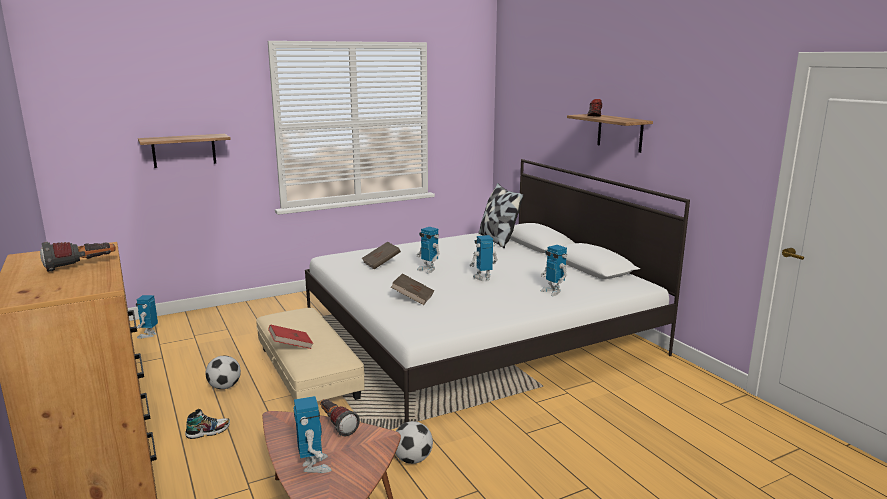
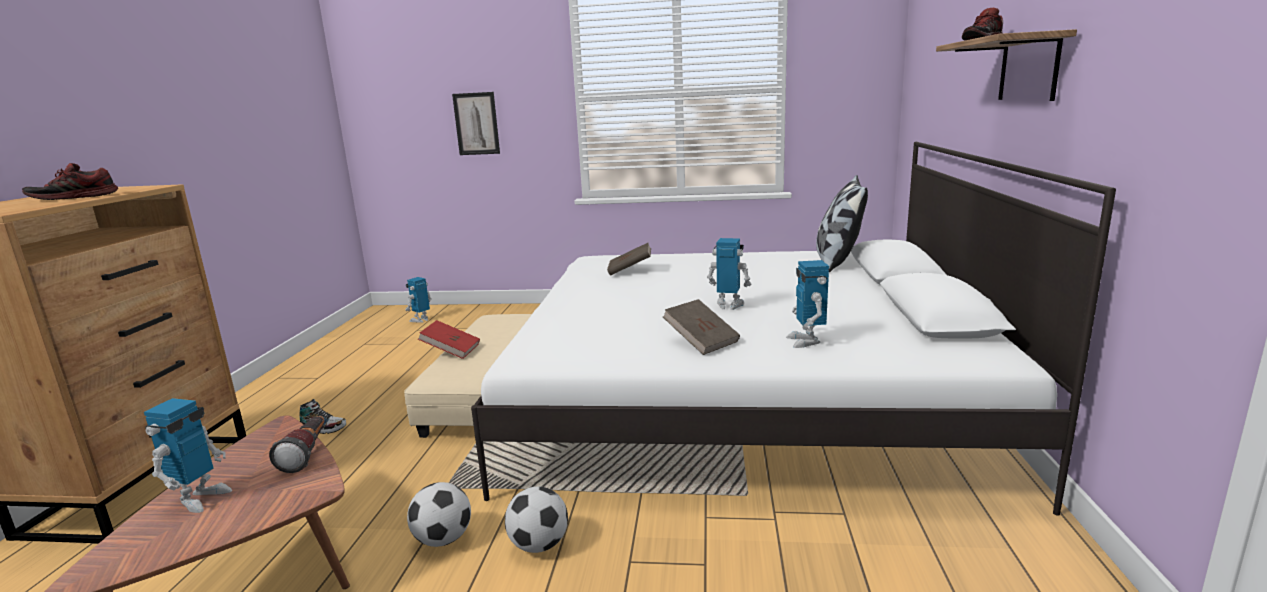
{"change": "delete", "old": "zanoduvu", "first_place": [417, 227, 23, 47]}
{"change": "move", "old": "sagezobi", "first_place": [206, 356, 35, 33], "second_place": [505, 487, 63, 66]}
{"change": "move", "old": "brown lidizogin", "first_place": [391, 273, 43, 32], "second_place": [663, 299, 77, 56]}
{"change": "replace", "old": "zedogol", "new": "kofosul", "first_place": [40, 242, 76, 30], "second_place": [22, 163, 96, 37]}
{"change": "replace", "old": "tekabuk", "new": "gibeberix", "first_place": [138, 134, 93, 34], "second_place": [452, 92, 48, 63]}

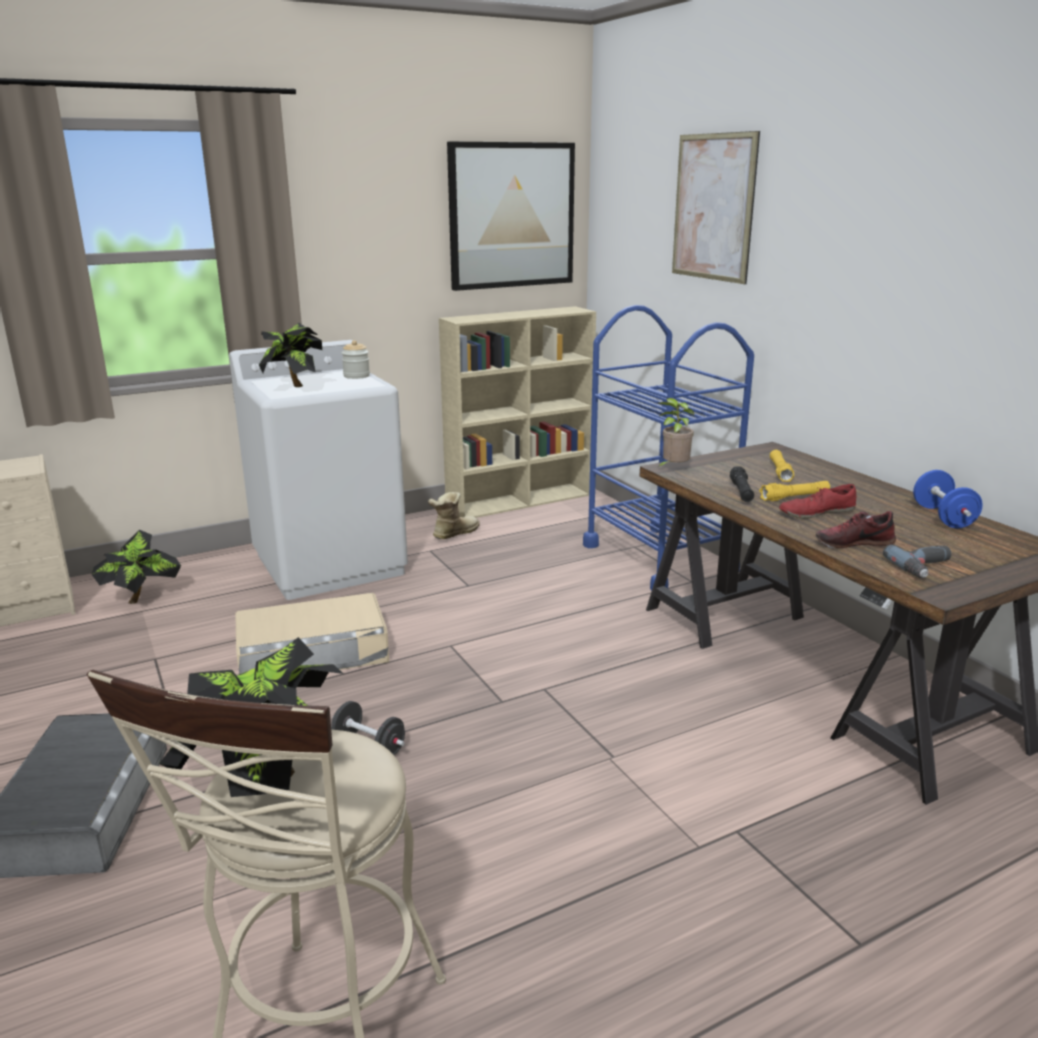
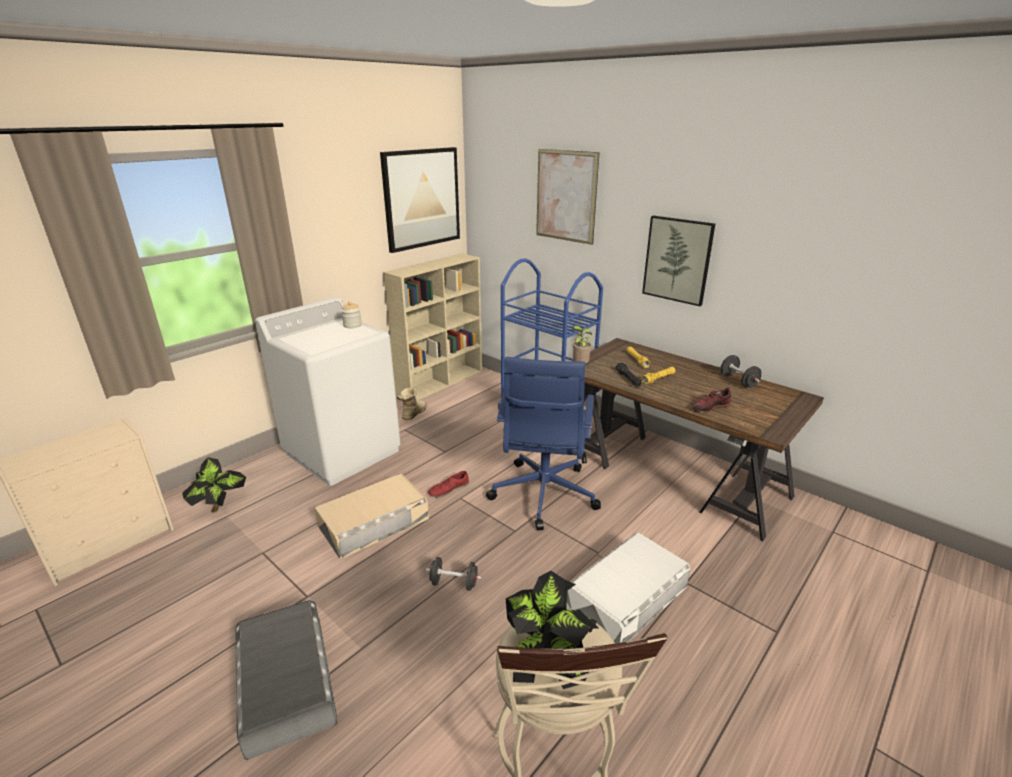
{"change": "delete", "old": "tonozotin", "first_place": [259, 323, 63, 64]}
{"change": "delete", "old": "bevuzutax", "first_place": [883, 545, 68, 33]}
{"change": "insert", "new": "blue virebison", "second_place": [486, 357, 115, 173]}
{"change": "insert", "new": "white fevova", "second_place": [567, 533, 124, 110]}
{"change": "insert", "new": "gibeberix", "second_place": [642, 216, 73, 90]}
{"change": "move", "old": "red kofosul", "first_place": [779, 484, 77, 35], "second_place": [428, 471, 41, 26]}
{"change": "recolor", "old": "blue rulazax", "new": "black rulazax", "first_place": [913, 470, 70, 58], "second_place": [721, 355, 41, 33]}

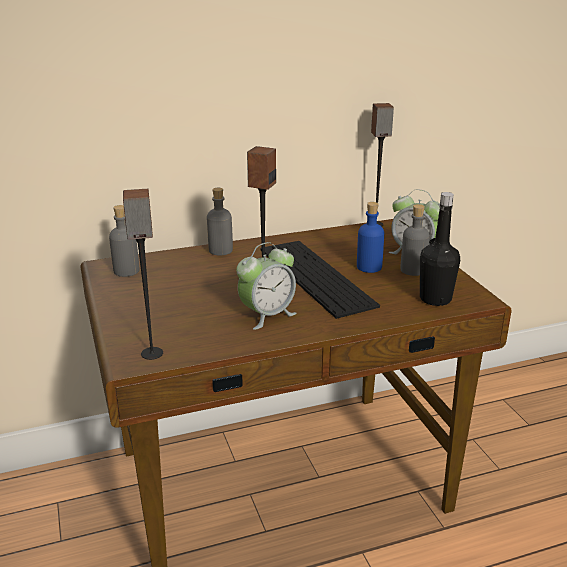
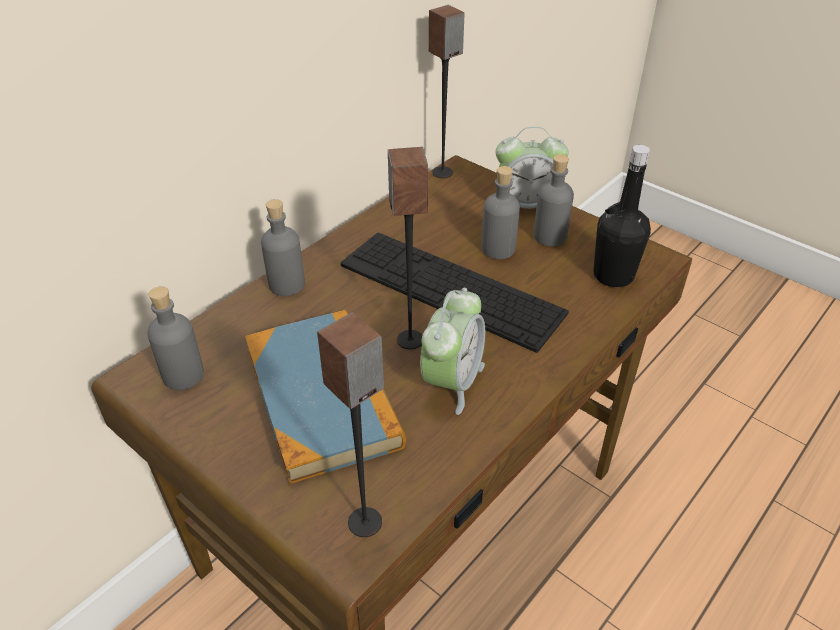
{"change": "insert", "new": "lidizogin", "second_place": [245, 310, 161, 174]}
{"change": "recolor", "old": "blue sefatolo", "new": "grey sefatolo", "first_place": [357, 202, 27, 71], "second_place": [481, 166, 39, 93]}

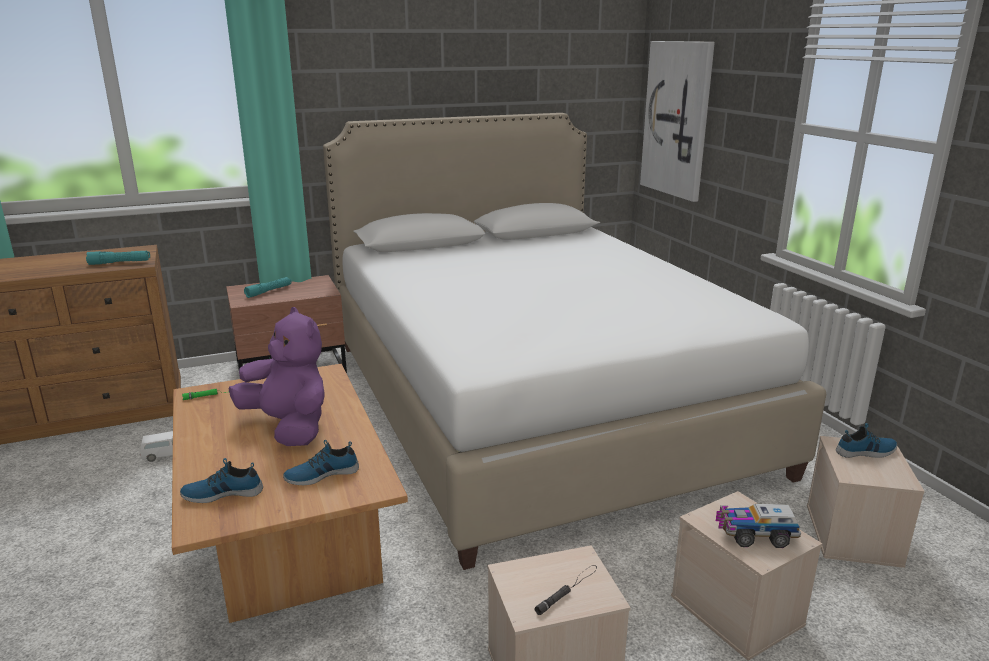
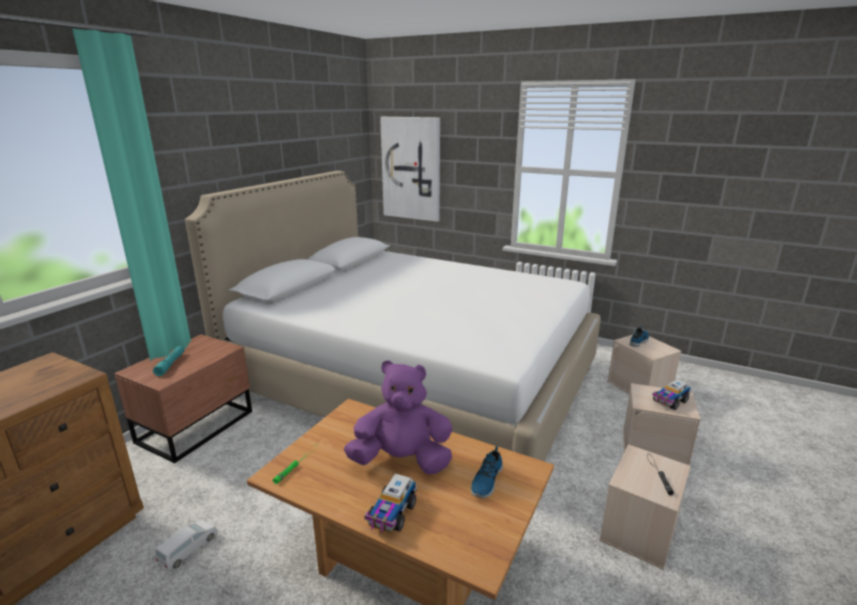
{"change": "delete", "old": "turquoise zedogol", "first_place": [86, 251, 64, 14]}
{"change": "delete", "old": "kofosul", "first_place": [180, 458, 83, 45]}
{"change": "insert", "new": "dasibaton", "second_place": [364, 474, 53, 59]}

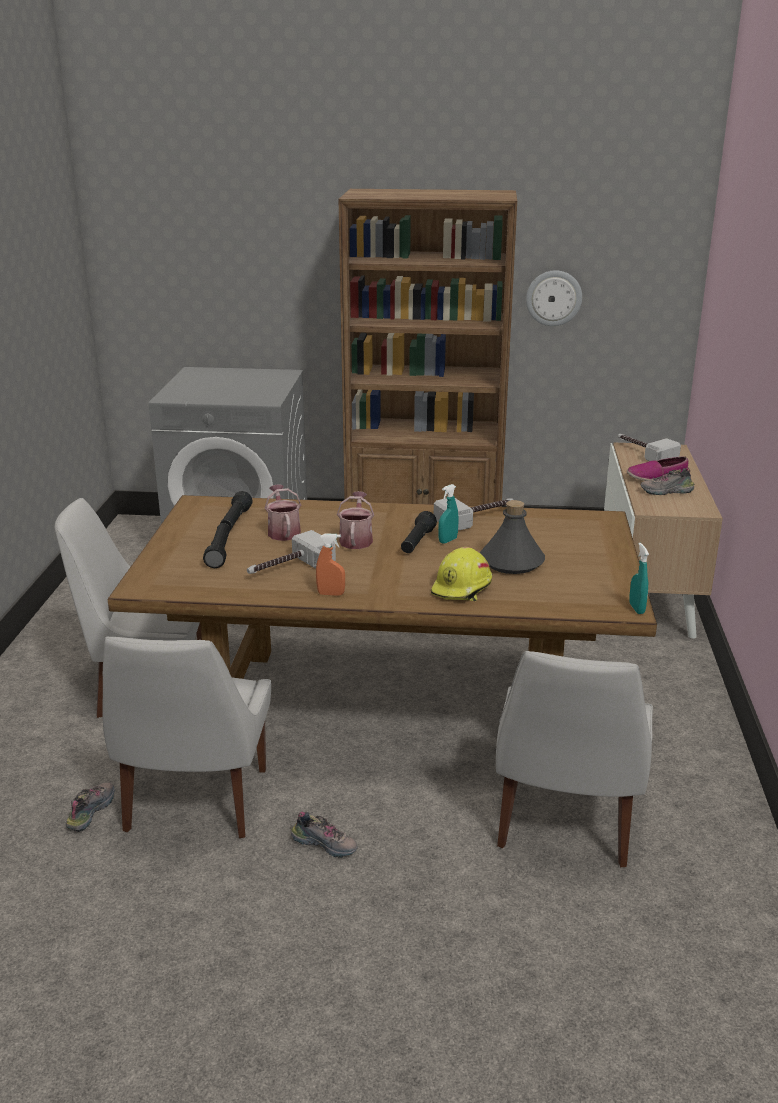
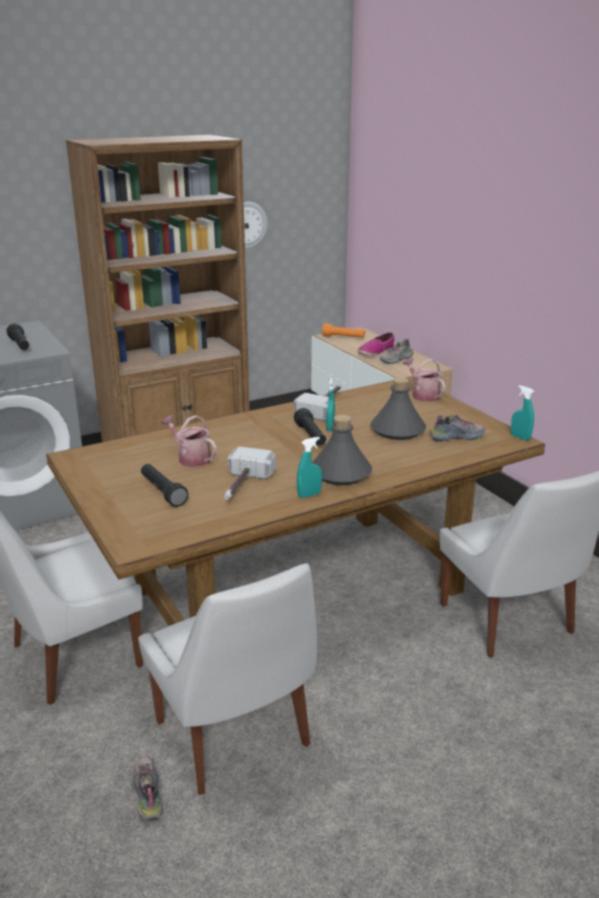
{"change": "delete", "old": "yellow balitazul", "first_place": [431, 547, 61, 54]}
{"change": "insert", "new": "grey sefatolo", "second_place": [312, 415, 60, 70]}
{"change": "move", "old": "black zedogol", "first_place": [220, 491, 33, 39], "second_place": [7, 323, 22, 27]}
{"change": "move", "old": "kofosul", "first_place": [291, 812, 67, 46], "second_place": [429, 415, 56, 26]}
{"change": "move", "old": "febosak", "first_place": [337, 491, 37, 58], "second_place": [403, 358, 43, 44]}
{"change": "replace", "old": "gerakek", "new": "orange zedogol", "first_place": [618, 434, 63, 27], "second_place": [322, 323, 43, 15]}
{"change": "recolor", "old": "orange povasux", "new": "turquoise povasux", "first_place": [316, 533, 29, 63], "second_place": [297, 437, 25, 61]}

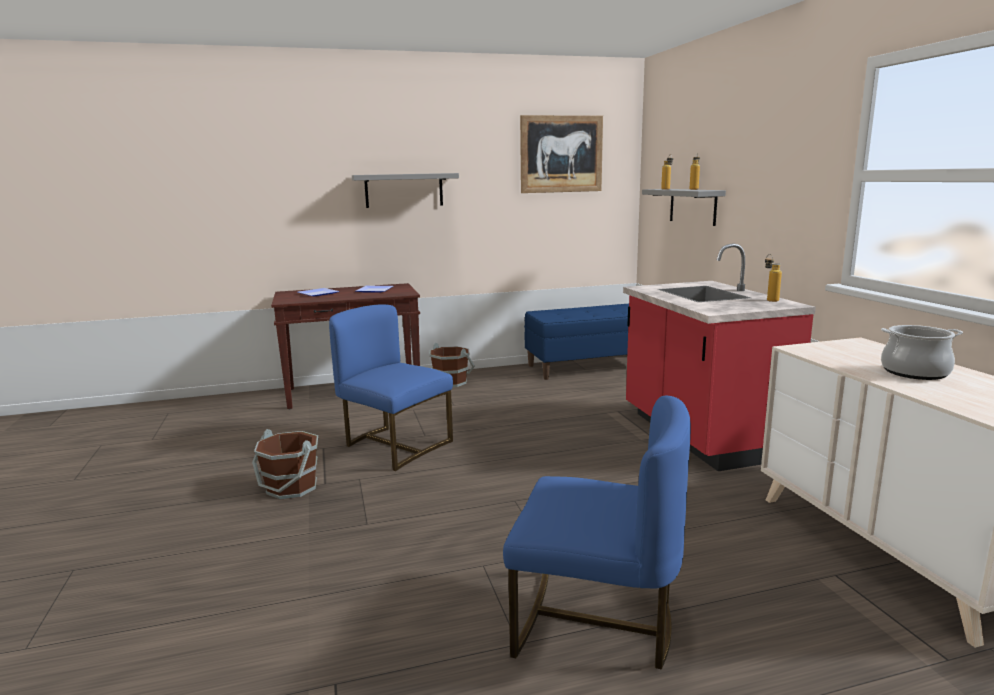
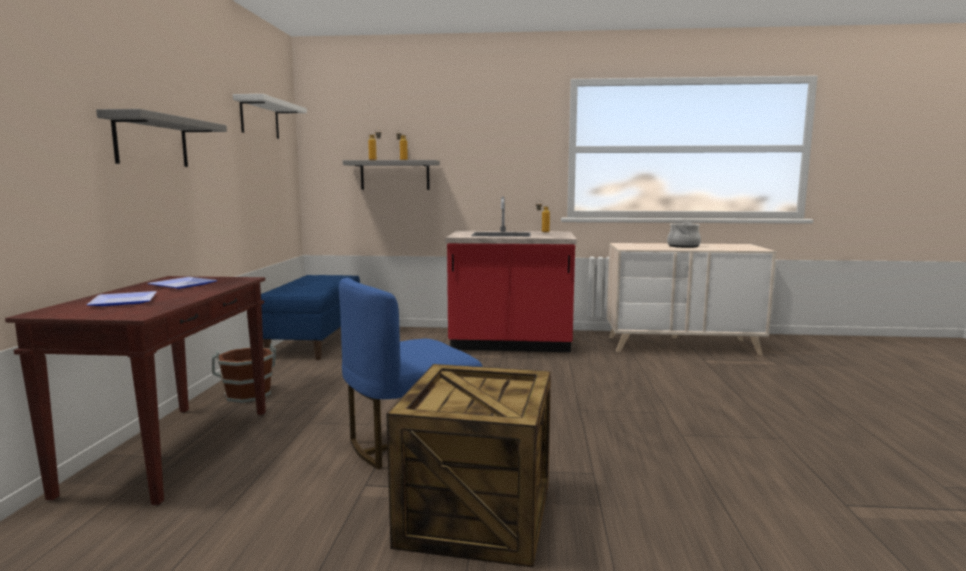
{"change": "delete", "old": "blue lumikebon", "first_place": [503, 396, 188, 273]}
{"change": "replace", "old": "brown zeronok", "new": "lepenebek", "first_place": [252, 429, 66, 71], "second_place": [386, 364, 165, 203]}
{"change": "replace", "old": "gibeberix", "new": "white tekabuk", "first_place": [520, 115, 83, 78], "second_place": [233, 94, 74, 45]}

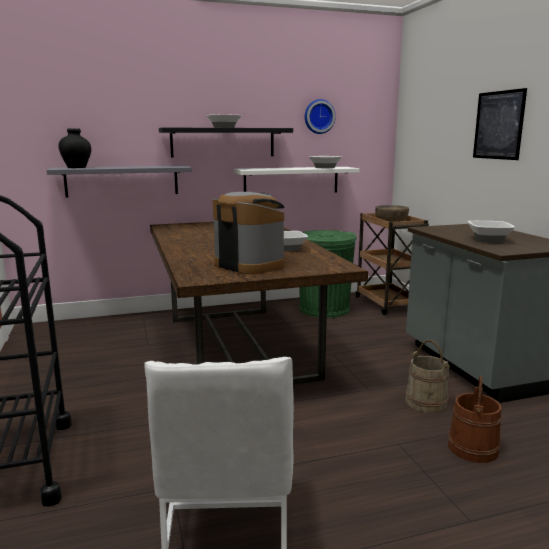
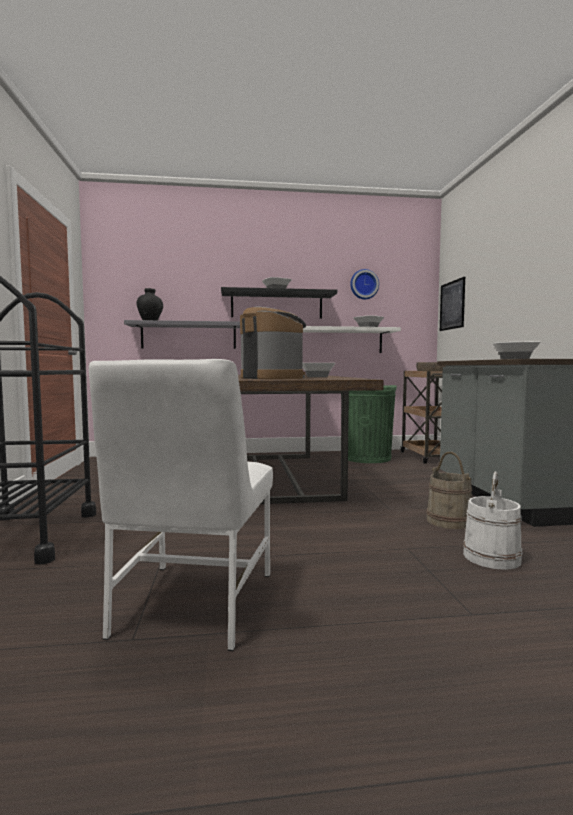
{"change": "move", "old": "gibeberix", "first_place": [473, 88, 54, 72], "second_place": [440, 277, 25, 54]}
{"change": "recolor", "old": "brown zeronok", "new": "white zeronok", "first_place": [448, 376, 53, 87], "second_place": [463, 472, 59, 98]}

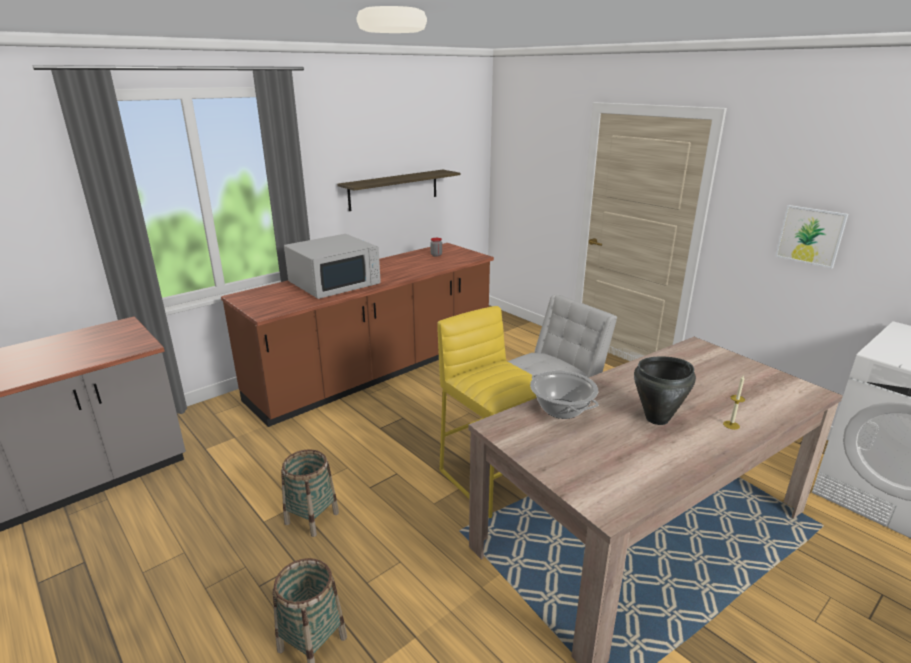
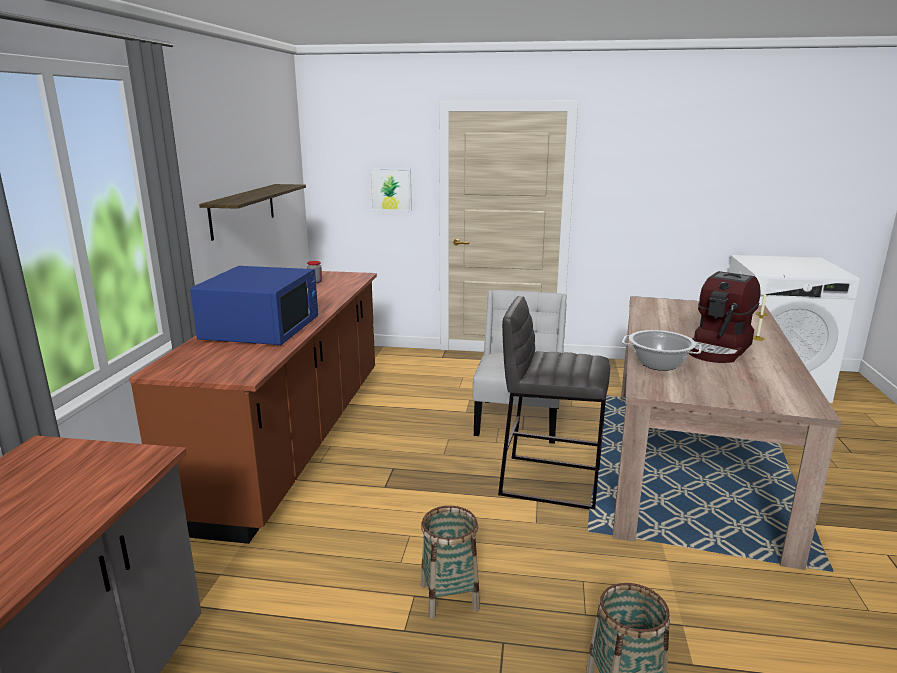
{"change": "move", "old": "gibeberix", "first_place": [775, 205, 73, 63], "second_place": [369, 168, 43, 43]}
{"change": "replace", "old": "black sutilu", "new": "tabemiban", "first_place": [634, 356, 62, 69], "second_place": [689, 271, 71, 92]}
{"change": "recolor", "old": "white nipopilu", "new": "blue nipopilu", "first_place": [284, 234, 97, 65], "second_place": [190, 266, 128, 79]}
{"change": "recolor", "old": "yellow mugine", "new": "grey mugine", "first_place": [437, 306, 100, 212], "second_place": [498, 296, 112, 213]}

